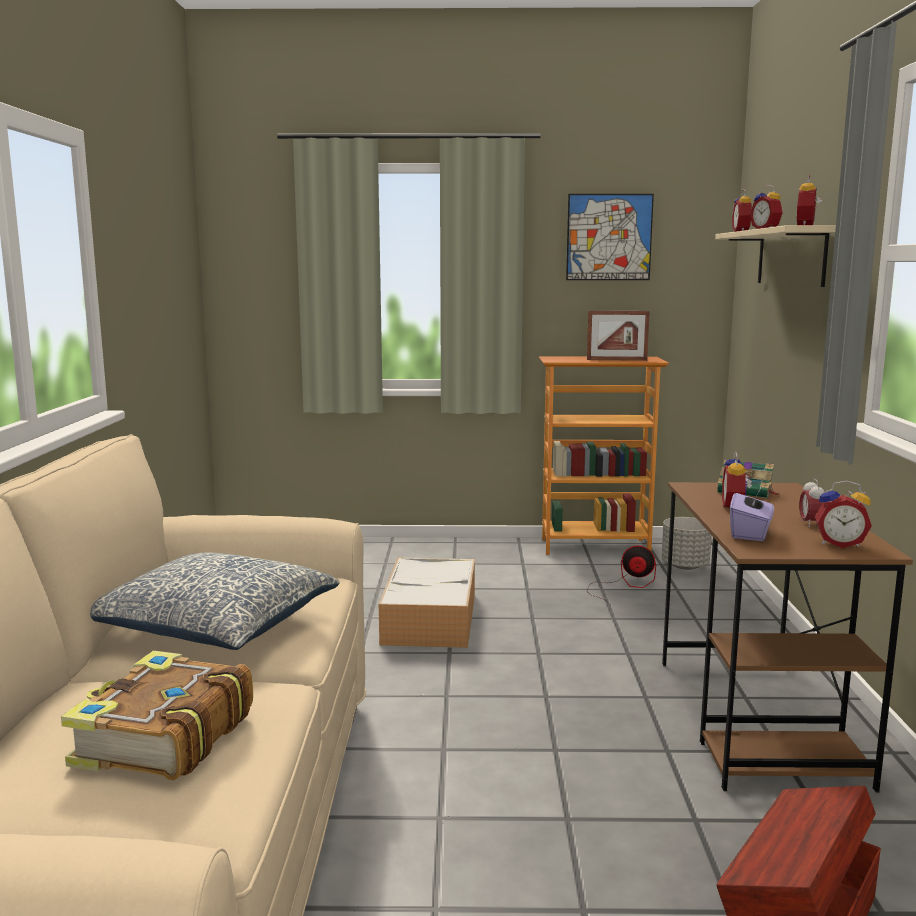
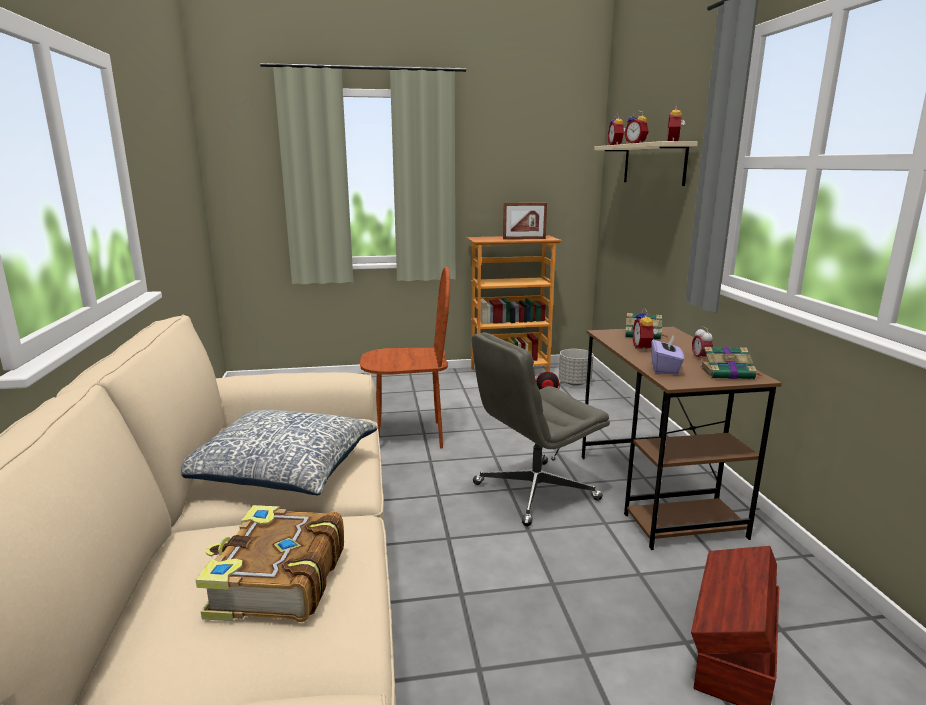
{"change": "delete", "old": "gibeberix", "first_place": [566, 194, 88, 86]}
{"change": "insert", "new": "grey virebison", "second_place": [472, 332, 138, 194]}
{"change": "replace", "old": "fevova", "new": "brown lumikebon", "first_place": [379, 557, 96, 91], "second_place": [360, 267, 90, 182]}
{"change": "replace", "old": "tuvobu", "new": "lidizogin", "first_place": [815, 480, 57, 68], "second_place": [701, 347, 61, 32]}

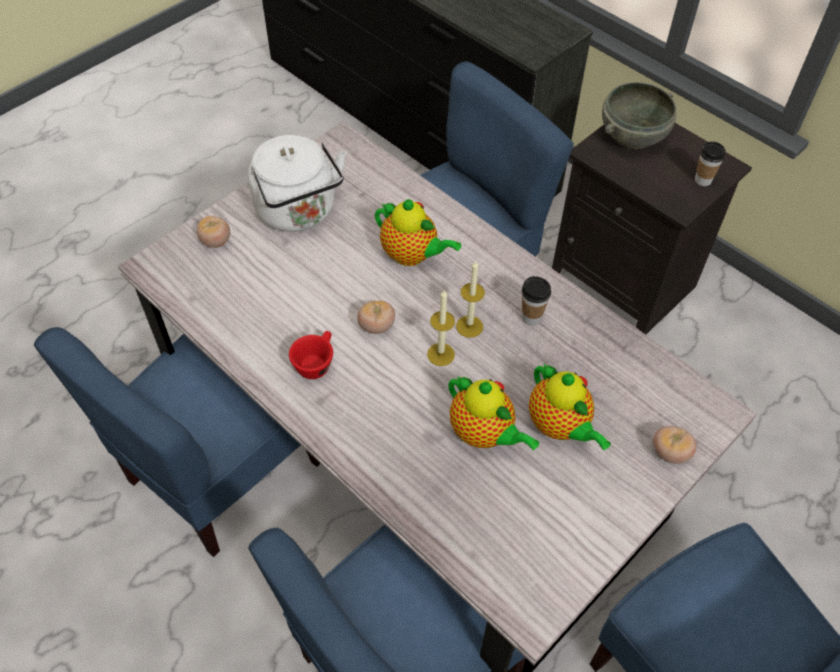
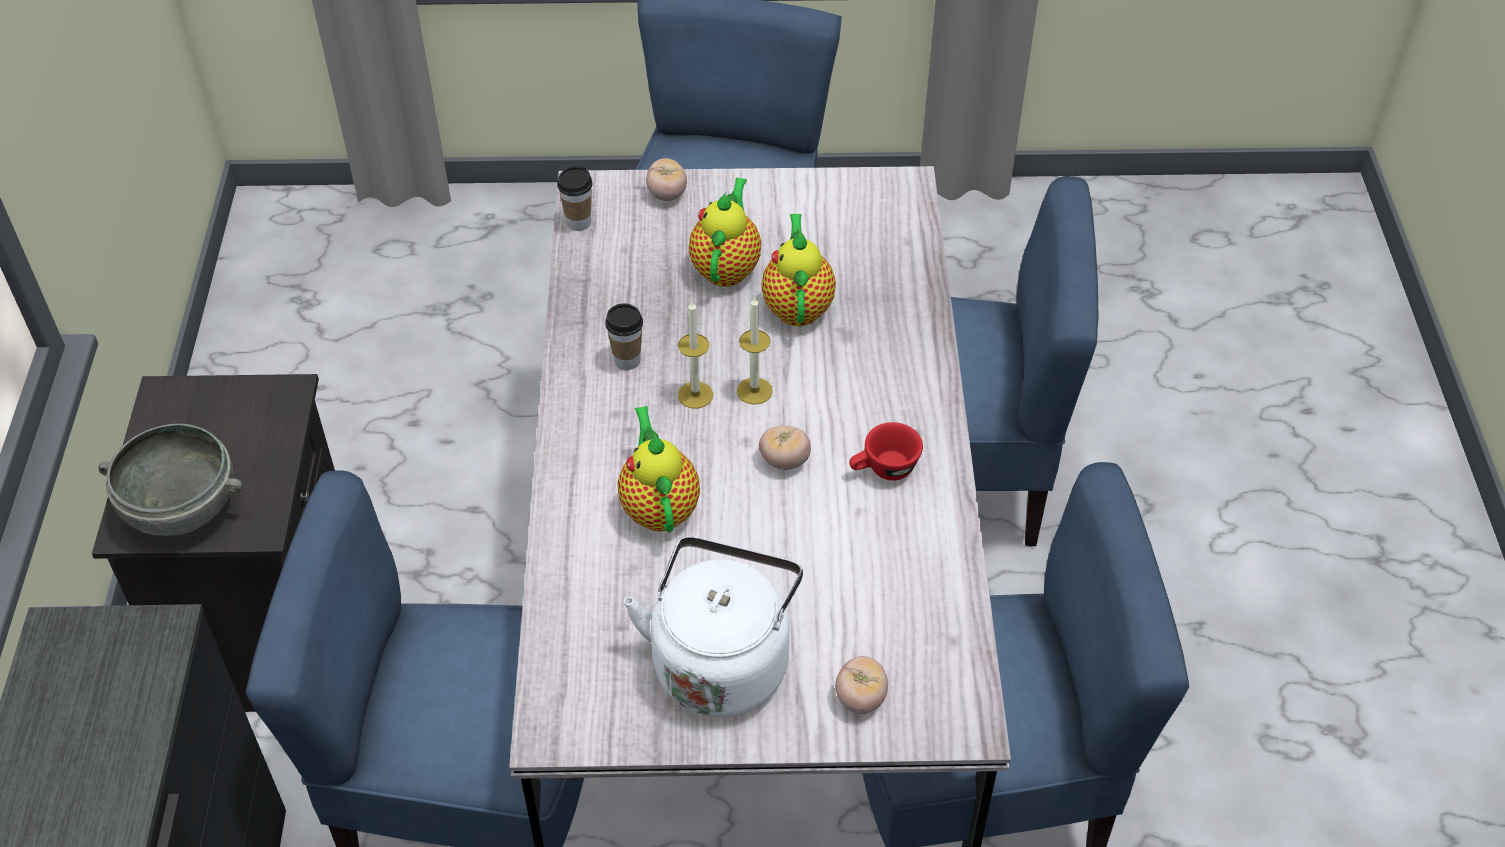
{"change": "move", "old": "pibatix", "first_place": [695, 142, 31, 44], "second_place": [557, 166, 36, 65]}

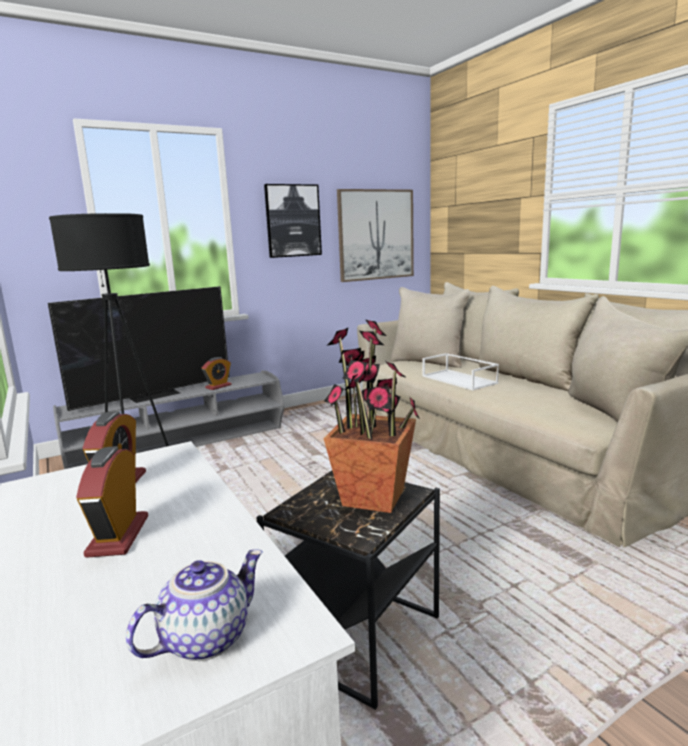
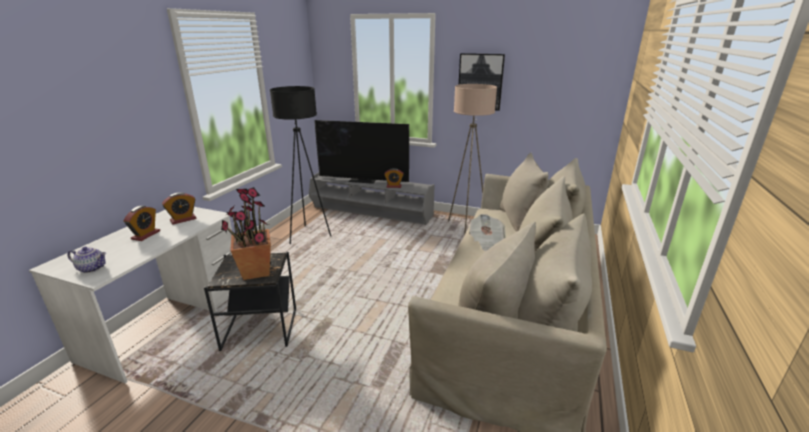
{"change": "delete", "old": "gibeberix", "first_place": [337, 189, 77, 93]}
{"change": "insert", "new": "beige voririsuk", "second_place": [448, 84, 49, 151]}
{"change": "replace", "old": "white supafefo", "new": "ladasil", "first_place": [422, 353, 77, 38], "second_place": [469, 214, 37, 38]}
{"change": "rotate", "old": "tuvobu", "first_place": [76, 446, 72, 112], "second_place": [124, 206, 36, 35], "degrees": 150}

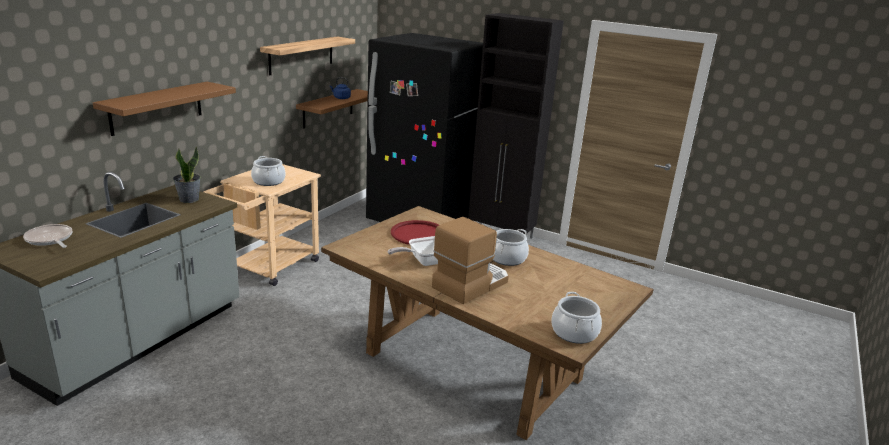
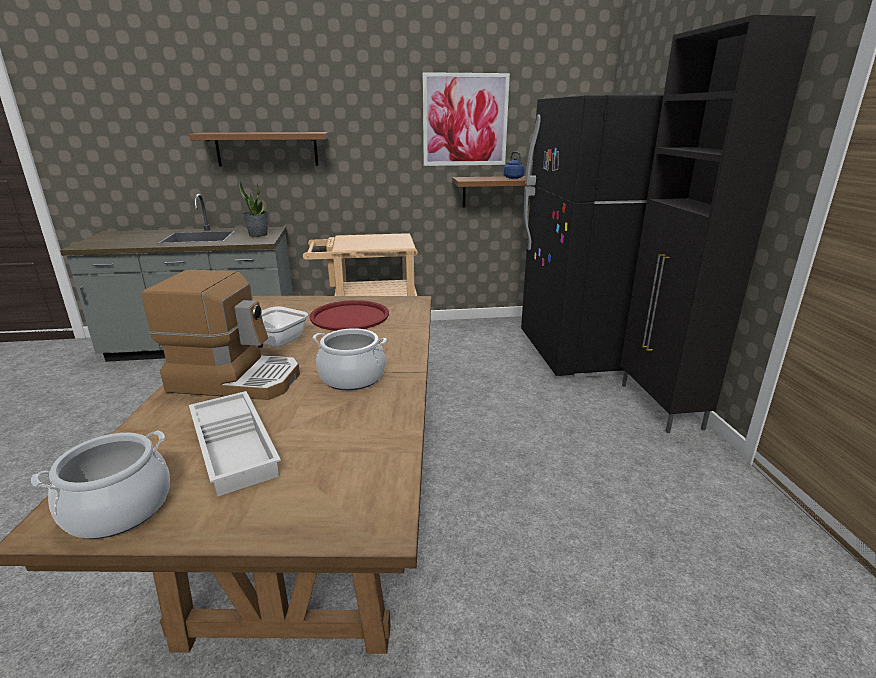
{"change": "delete", "old": "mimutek", "first_place": [23, 224, 49, 24]}
{"change": "delete", "old": "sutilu", "first_place": [251, 156, 35, 30]}
{"change": "insert", "new": "white supafefo", "second_place": [189, 391, 92, 106]}
{"change": "replace", "old": "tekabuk", "new": "gibeberix", "first_place": [260, 37, 95, 38], "second_place": [423, 72, 87, 94]}

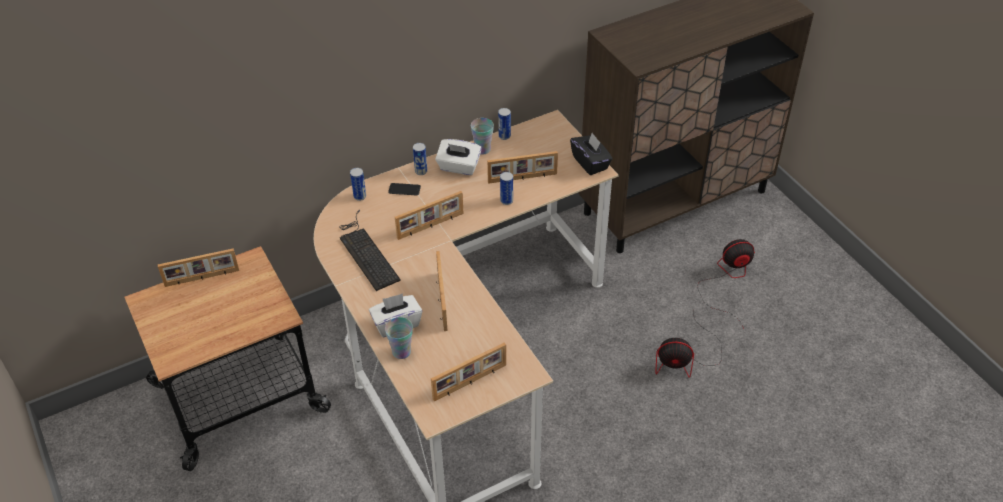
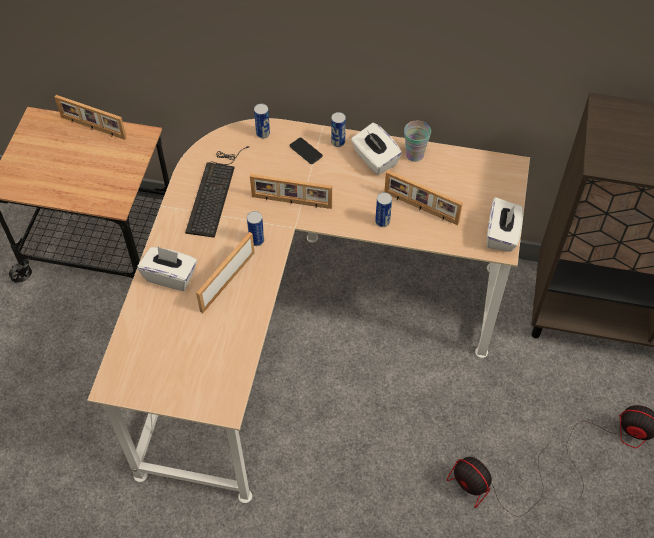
{"change": "delete", "old": "pibatix", "first_place": [385, 317, 28, 42]}
{"change": "delete", "old": "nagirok", "first_place": [431, 343, 75, 58]}
{"change": "move", "old": "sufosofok", "first_place": [498, 108, 13, 32], "second_place": [247, 211, 17, 35]}
{"change": "recolor", "old": "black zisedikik", "new": "white zisedikik", "first_place": [570, 133, 43, 42], "second_place": [487, 197, 36, 55]}

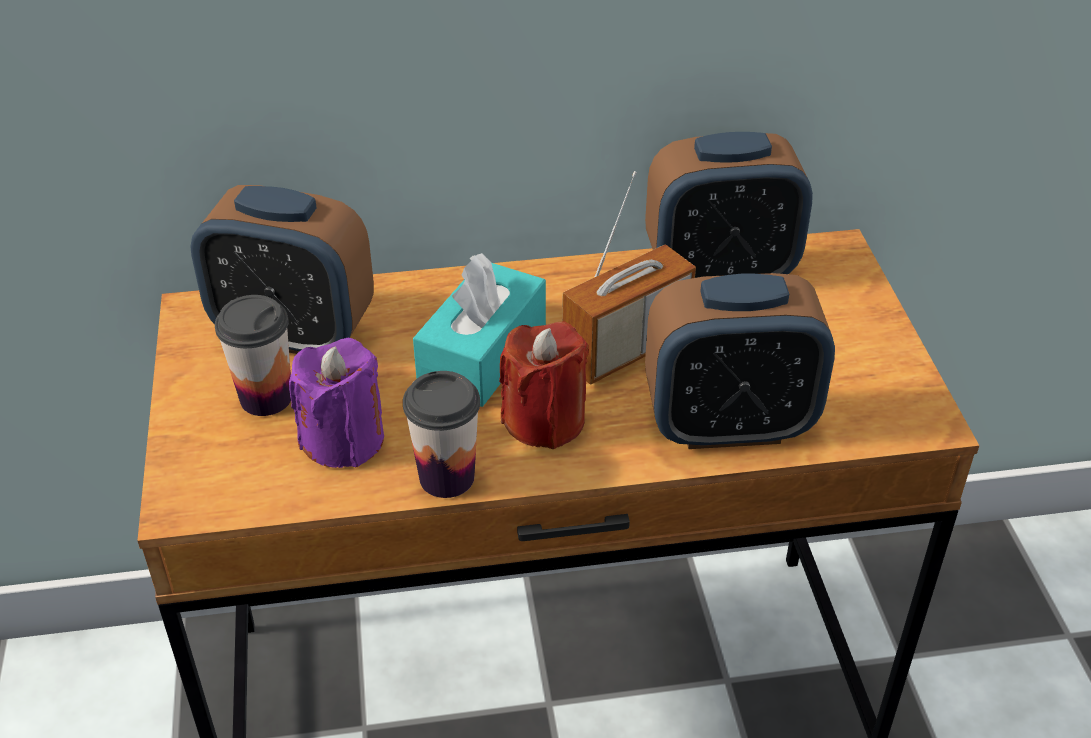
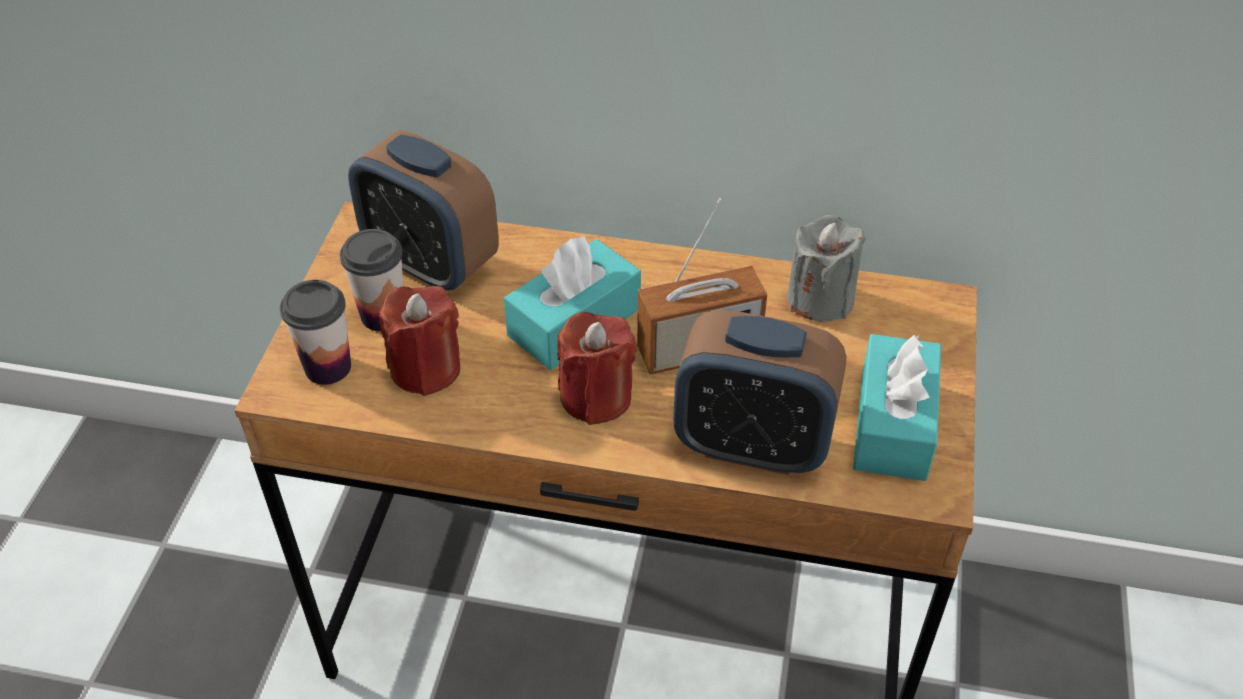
{"change": "insert", "new": "turquoise zisedikik", "second_place": [853, 334, 88, 147]}
{"change": "move", "old": "pibatix", "first_place": [403, 371, 77, 127], "second_place": [280, 280, 71, 105]}
{"change": "replace", "old": "tuvobu", "new": "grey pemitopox", "first_place": [645, 132, 168, 146], "second_place": [787, 215, 79, 107]}
{"change": "recolor", "old": "purple pemitopox", "new": "red pemitopox", "first_place": [289, 338, 95, 130], "second_place": [379, 286, 81, 110]}

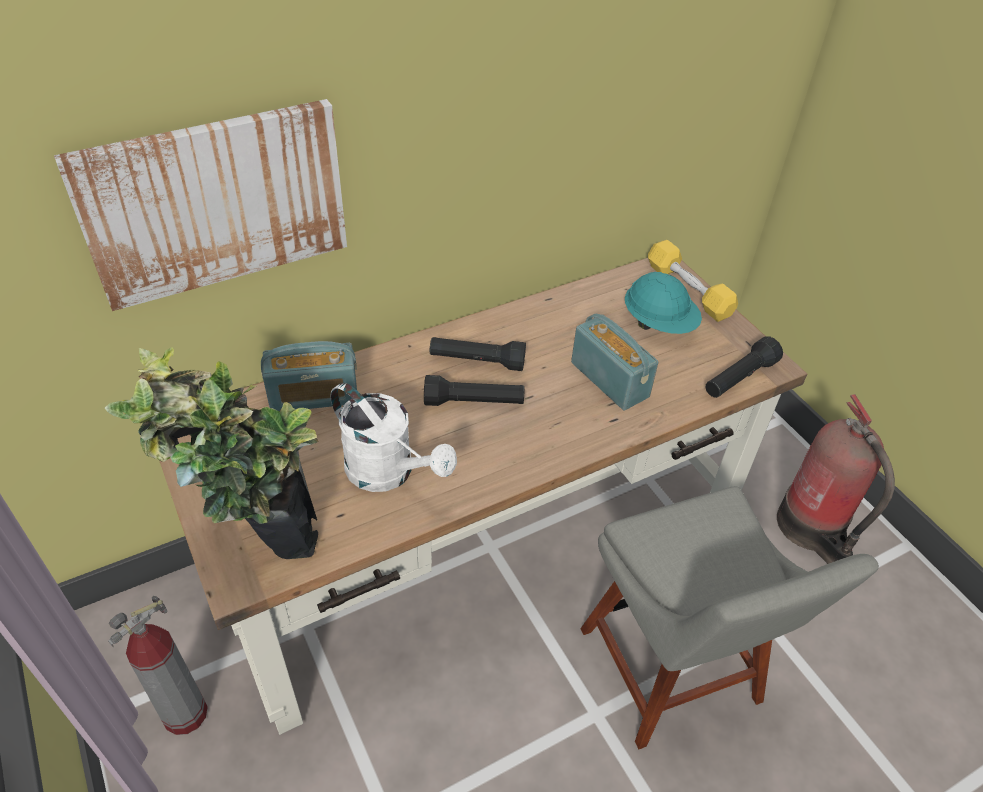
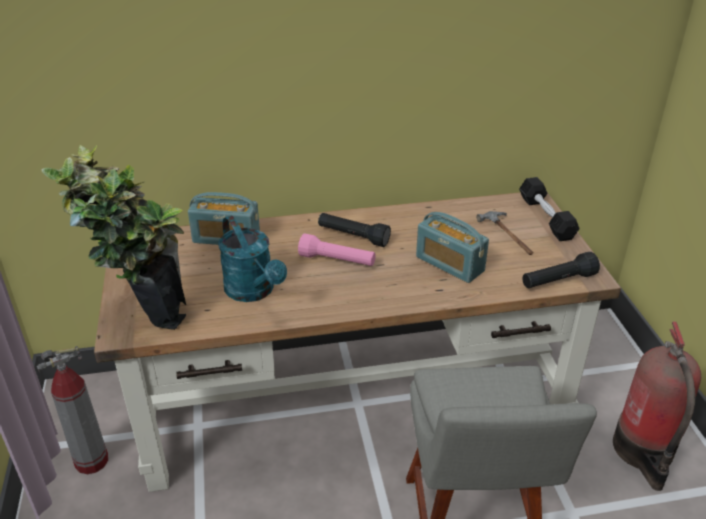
{"change": "delete", "old": "gibeberix", "first_place": [54, 99, 293, 212]}
{"change": "replace", "old": "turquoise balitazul", "new": "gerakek", "first_place": [625, 272, 77, 62], "second_place": [476, 211, 58, 44]}
{"change": "recolor", "old": "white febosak", "new": "turquoise febosak", "first_place": [330, 383, 127, 109], "second_place": [218, 216, 69, 86]}
{"change": "recolor", "old": "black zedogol", "new": "pink zedogol", "first_place": [424, 375, 101, 31], "second_place": [298, 233, 78, 33]}
{"change": "recolor", "old": "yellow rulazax", "new": "black rulazax", "first_place": [648, 240, 90, 82], "second_place": [519, 177, 61, 64]}
{"change": "rotate", "old": "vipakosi", "first_place": [571, 314, 87, 96], "second_place": [416, 212, 73, 71], "degrees": 150}

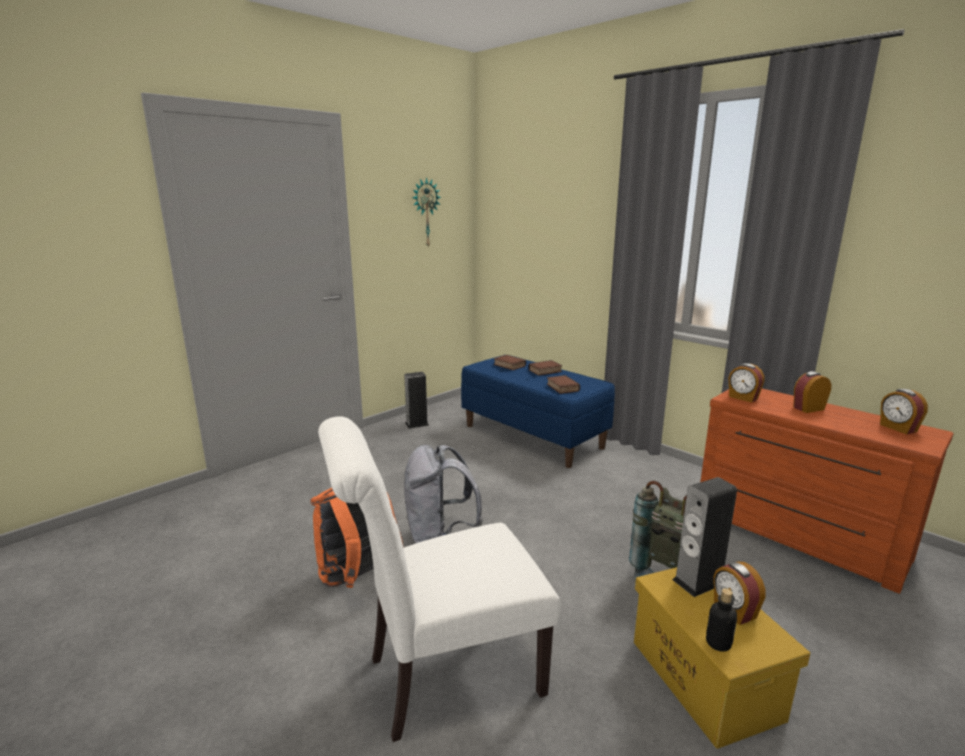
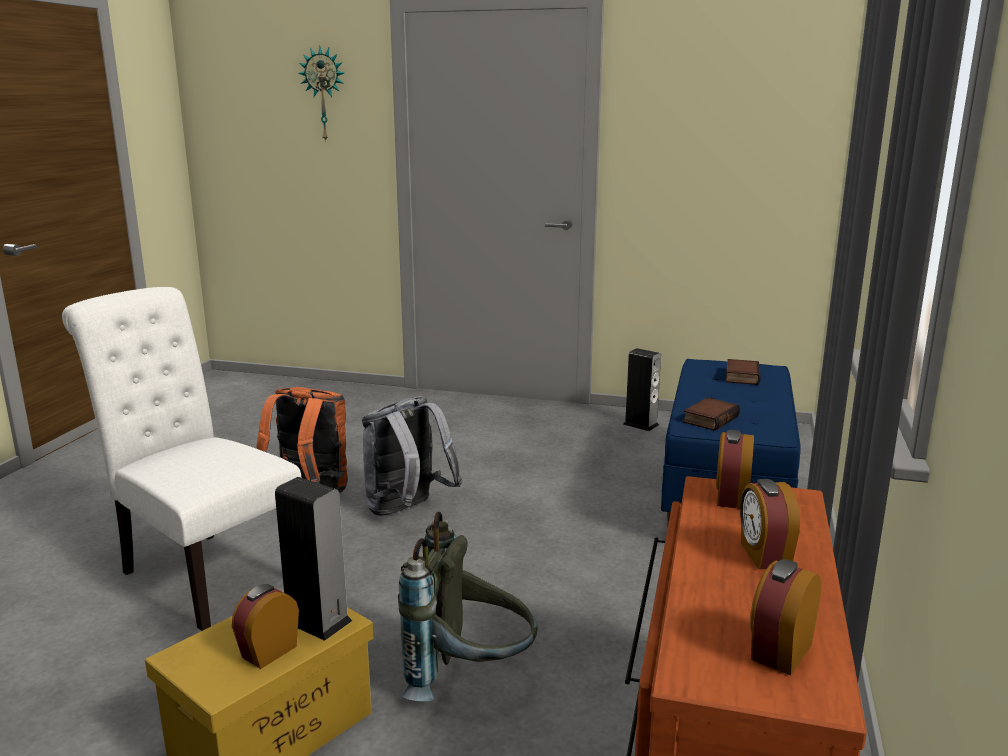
{"change": "delete", "old": "lidizogin", "first_place": [528, 360, 34, 16]}
{"change": "delete", "old": "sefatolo", "first_place": [706, 588, 31, 64]}
{"change": "move", "old": "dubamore", "first_place": [412, 177, 29, 71], "second_place": [298, 46, 46, 97]}
{"change": "rotate", "old": "tuvobu", "first_place": [793, 371, 38, 42], "second_place": [740, 479, 60, 90], "degrees": -135}

